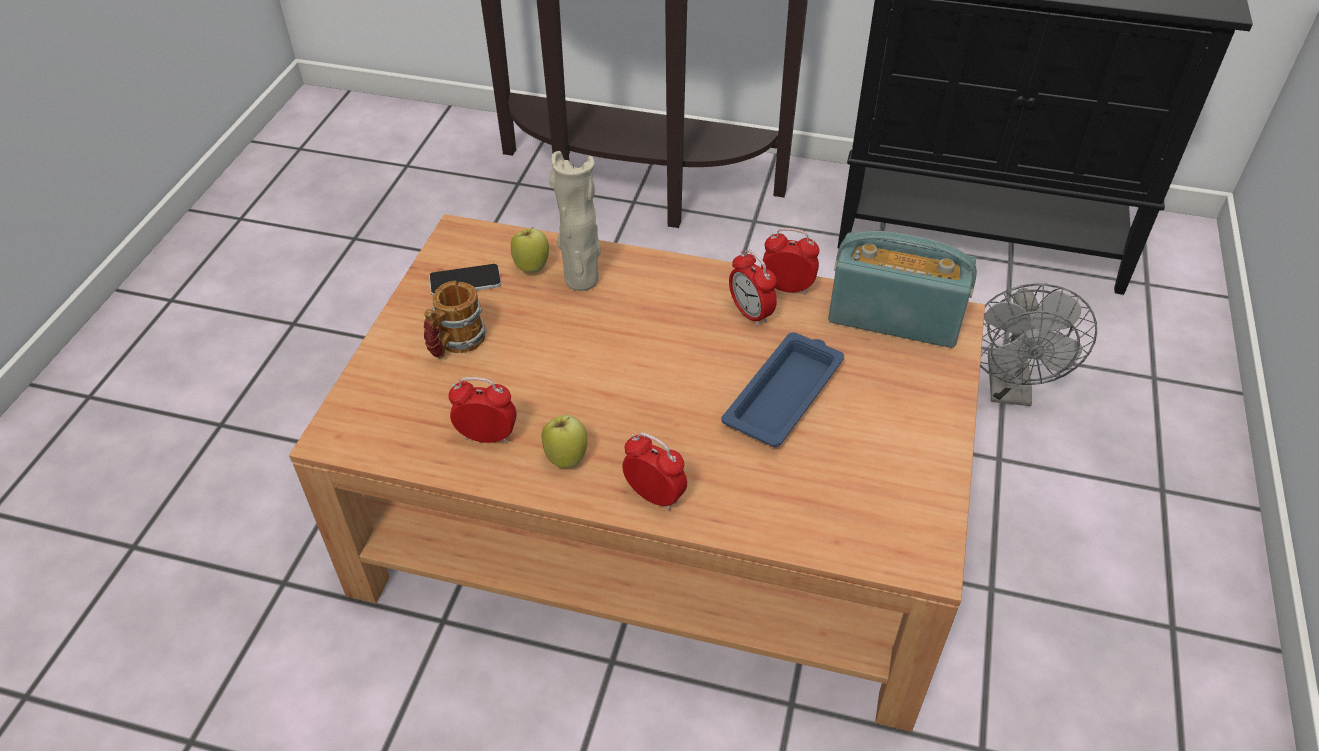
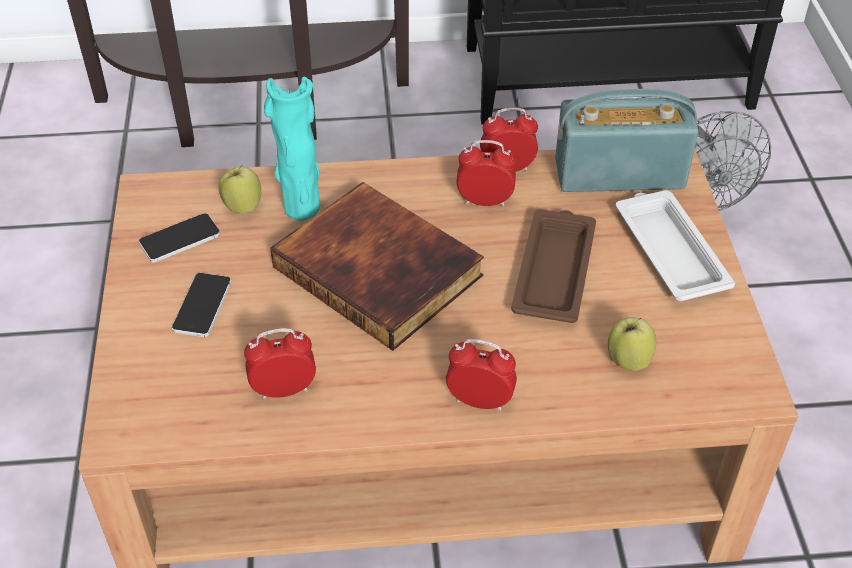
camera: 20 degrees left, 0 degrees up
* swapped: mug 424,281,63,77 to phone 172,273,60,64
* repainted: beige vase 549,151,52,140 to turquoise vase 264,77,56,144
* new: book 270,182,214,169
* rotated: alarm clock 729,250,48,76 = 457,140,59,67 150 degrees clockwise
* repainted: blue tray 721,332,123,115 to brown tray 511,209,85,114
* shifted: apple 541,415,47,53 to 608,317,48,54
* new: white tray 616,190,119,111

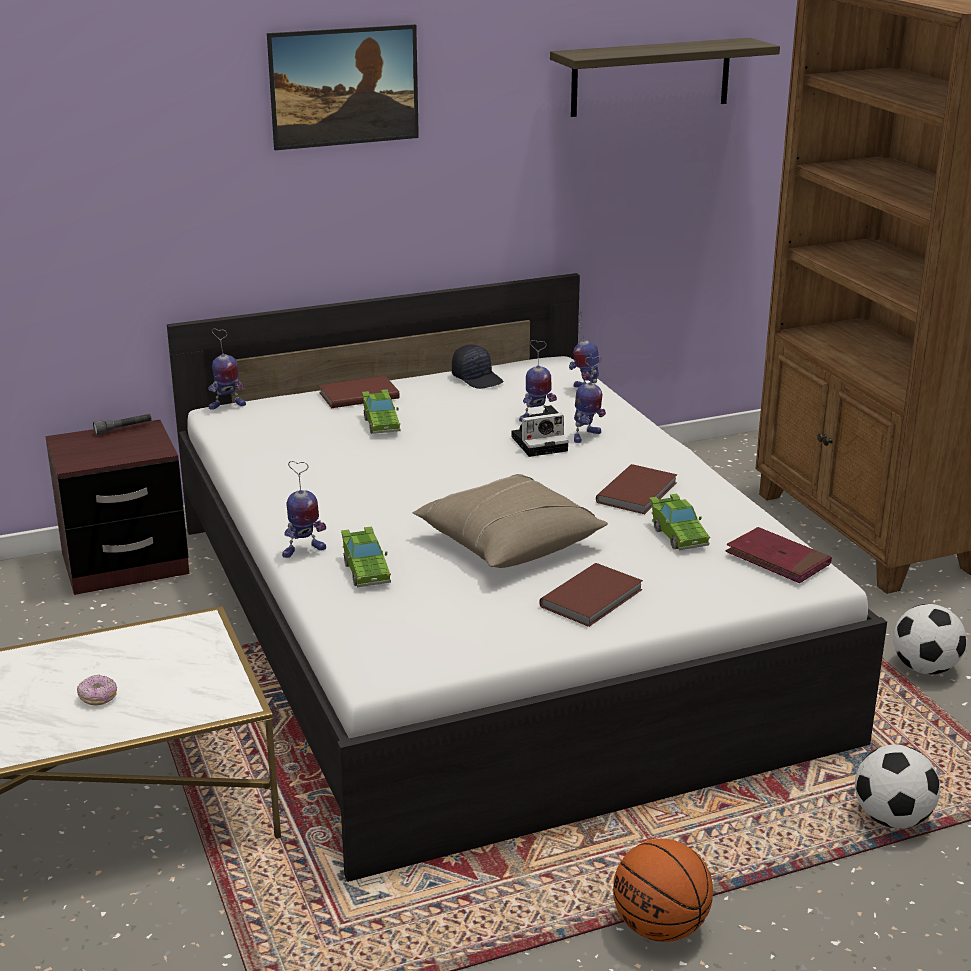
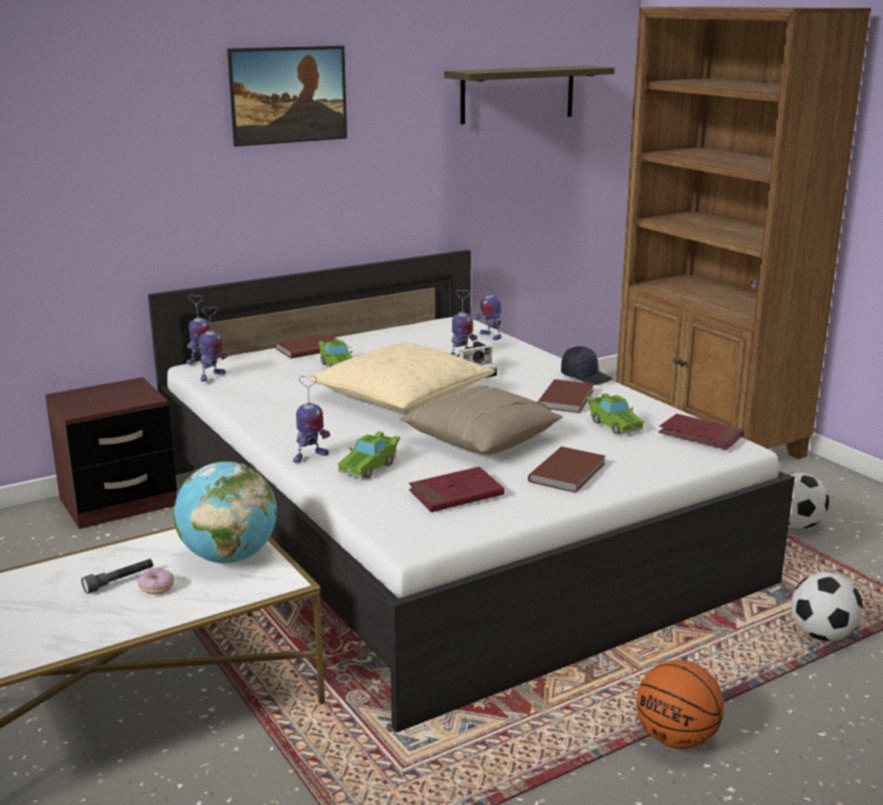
camera: 10 degrees left, 5 degrees down
* shifted: grey flashlight 93,414,59,21 to 82,559,71,35
* new: globe 173,461,104,102
* shifted: toy robot 574,356,32,87 to 199,307,28,75
* new: beige pillow 308,343,187,68
* rotated: green toy car 341,526,50,61 = 337,431,64,48 60 degrees clockwise
* new: red book 409,467,95,45
* shifted: black cap 452,345,52,44 to 561,346,52,39

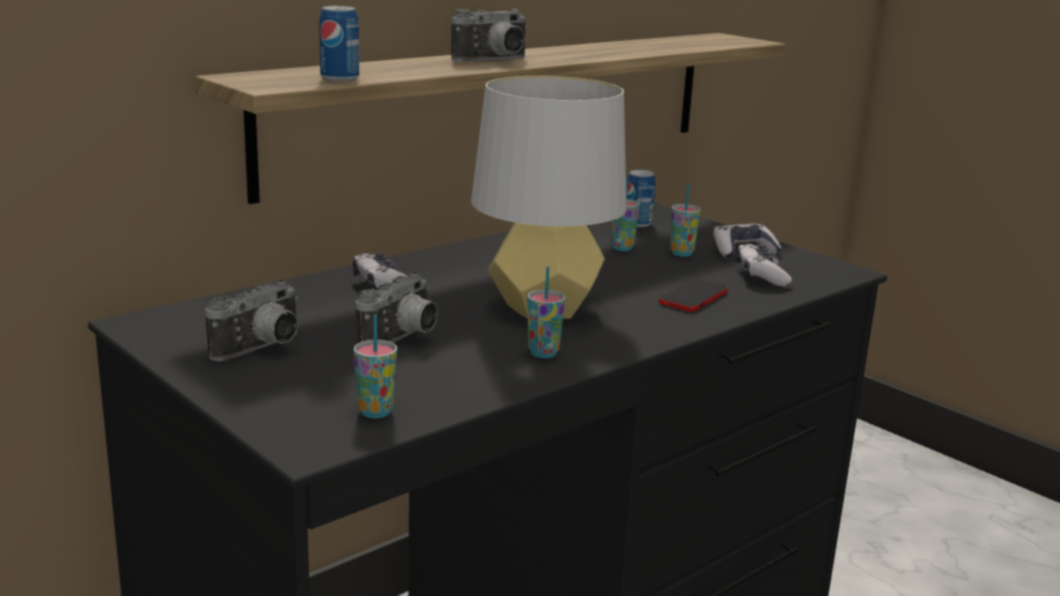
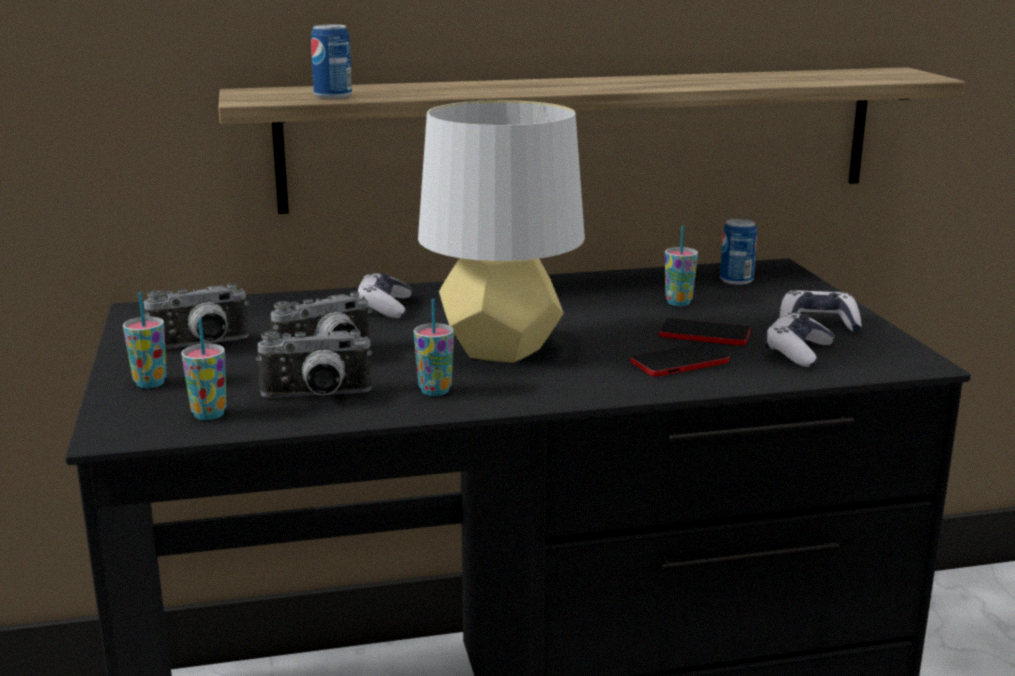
camera: 30 degrees right, 0 degrees up
* shifted: cup 670,185,31,72 to 123,292,43,96
* shifted: photo camera 451,9,77,53 to 256,330,116,68
* new: phone 659,318,91,27

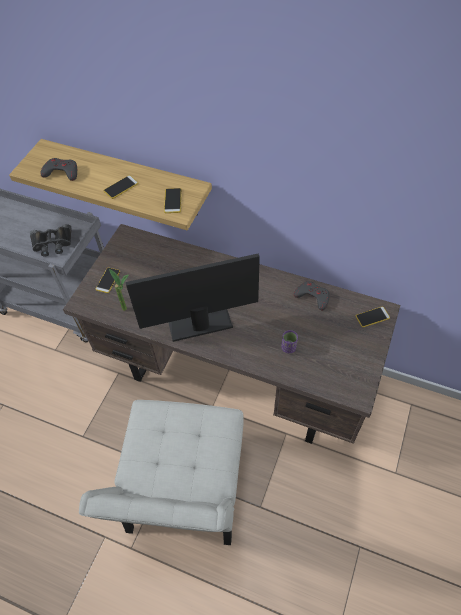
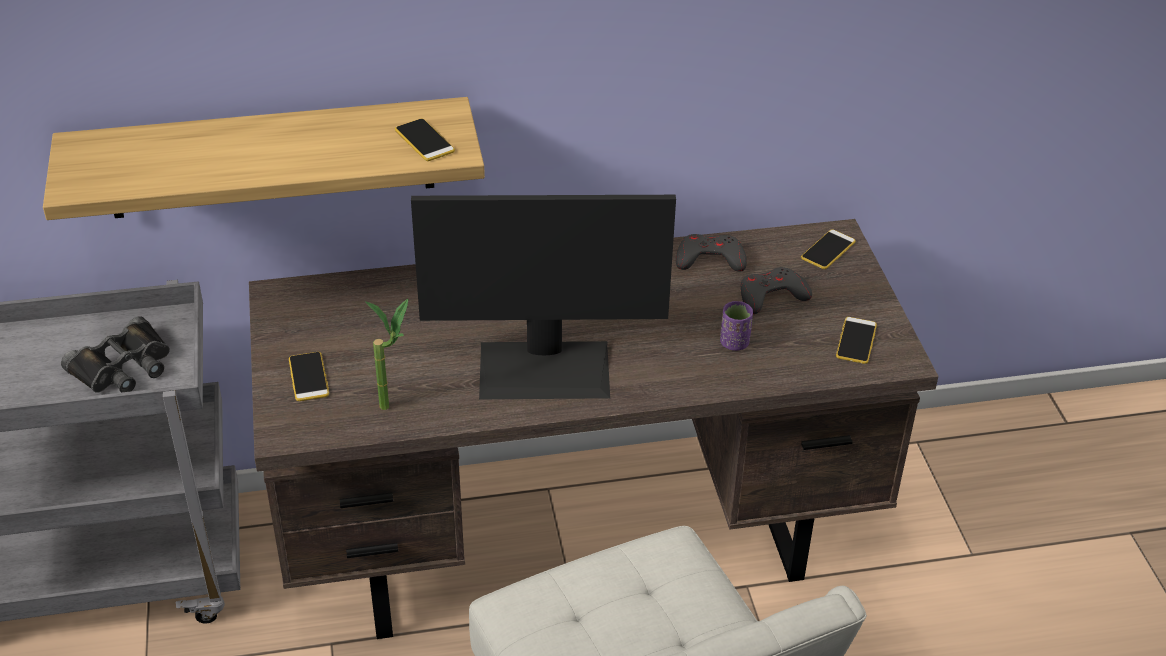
camera: 35 degrees left, 15 degrees down
* rotated: monitor 126,253,134,89 = 411,195,265,204 135 degrees counterclockwise
* shifted: grey game controller 40,158,37,23 to 740,267,72,47
* shifted: phone 104,175,34,24 to 836,317,41,47

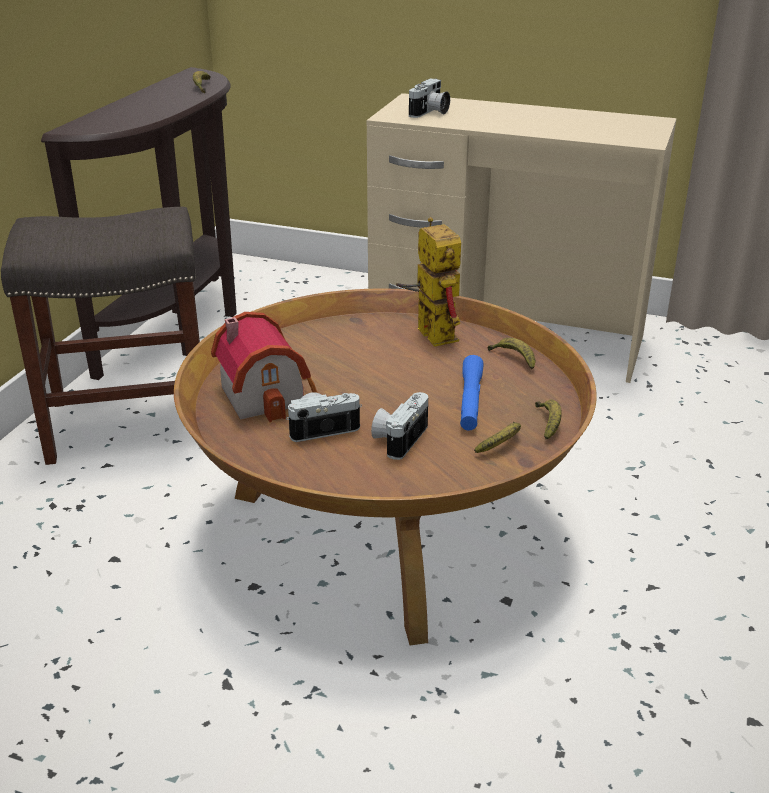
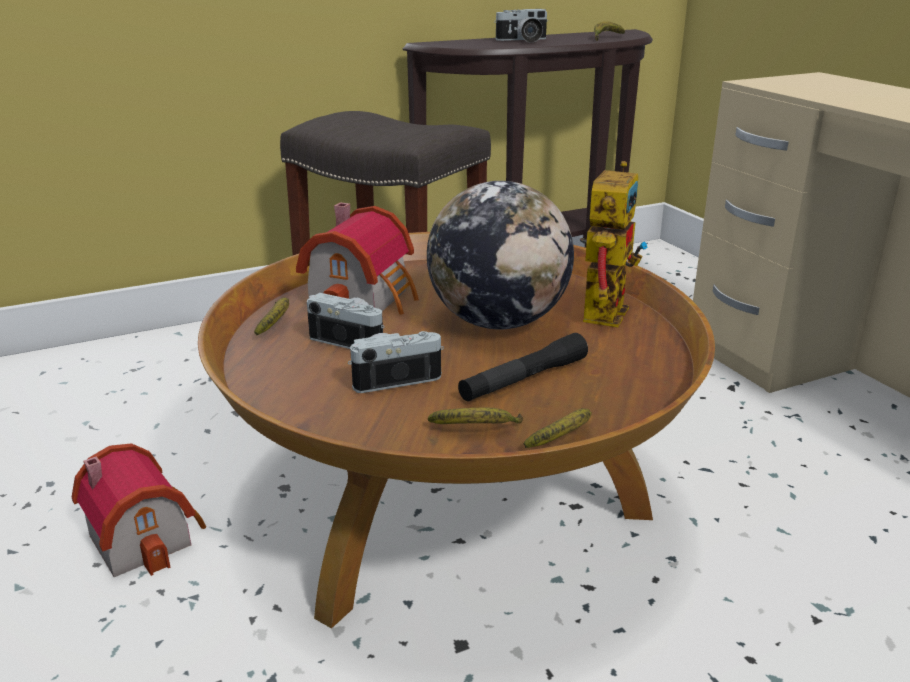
camera: 45 degrees right, 5 degrees down
* new: toy house 72,443,134,134
* shifted: banana 488,338,47,32 to 254,298,35,38
* new: globe 427,181,147,148
* repainted: blue flashlight 460,355,24,76 to black flashlight 458,333,130,68
* shifted: photo camera 409,78,41,40 to 494,9,54,34

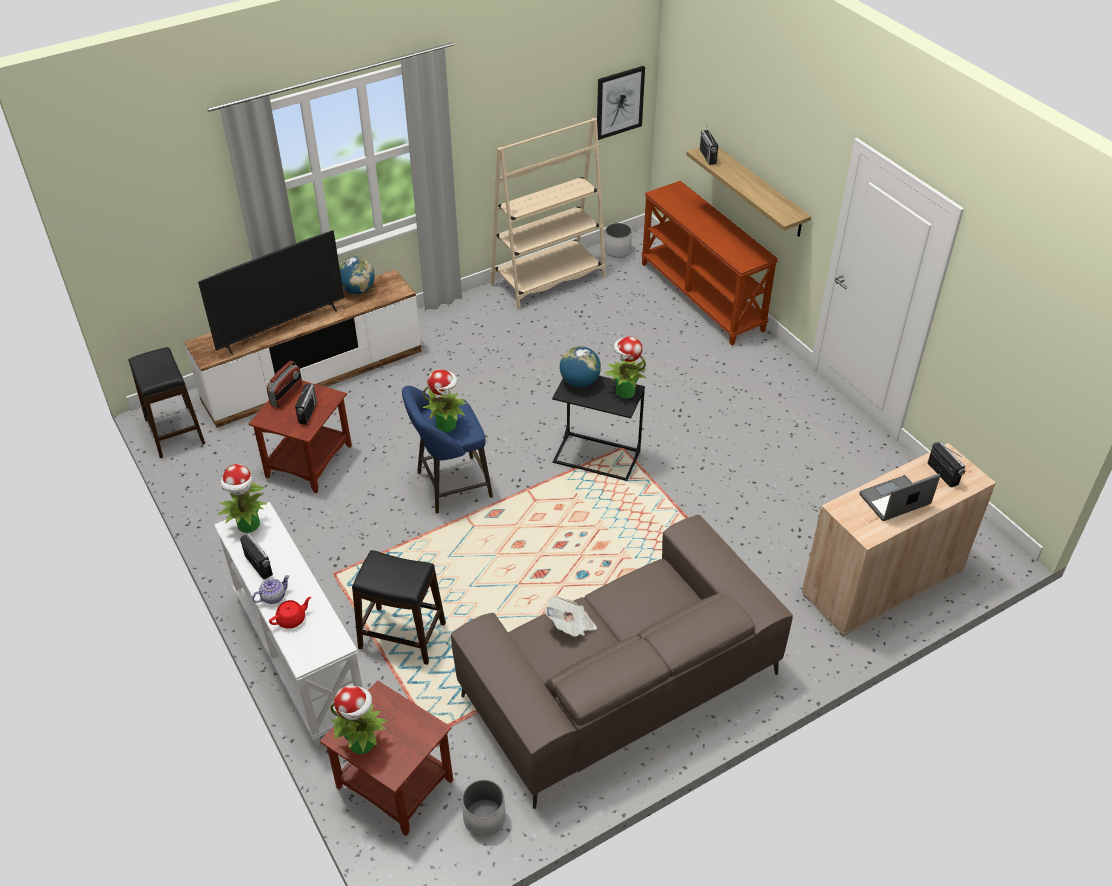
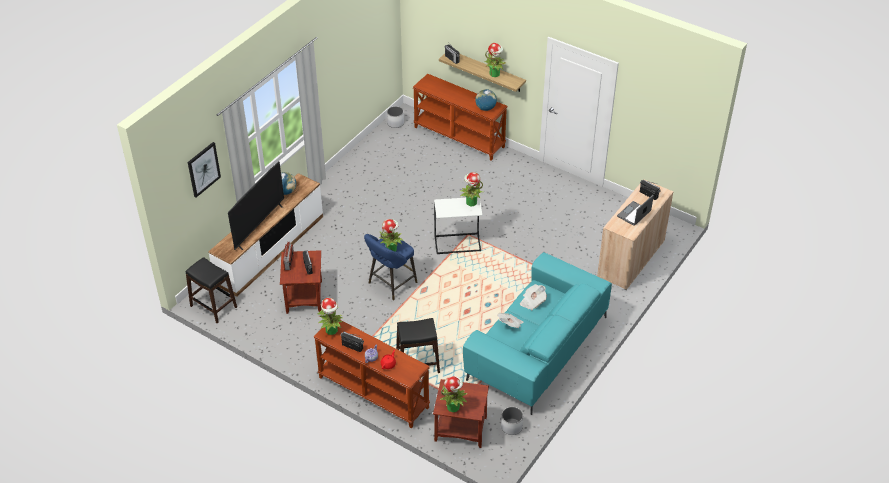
camera: 25 degrees left, 0 degrees up
* shifted: picture 597,66,48,74 to 188,142,33,56
* repainted: white console table 214,502,149,245 to brown console table 314,319,116,110
* repainted: black side table 552,376,93,105 to white side table 434,197,48,57
* repainted: brown sofa 451,515,342,294 to turquoise sofa 463,252,149,163
* shifted: globe 560,346,41,42 to 475,89,22,22
* new: potted plant 484,43,22,34
* new: newspaper 520,284,27,26
* gone: beige bookcase 491,118,115,191

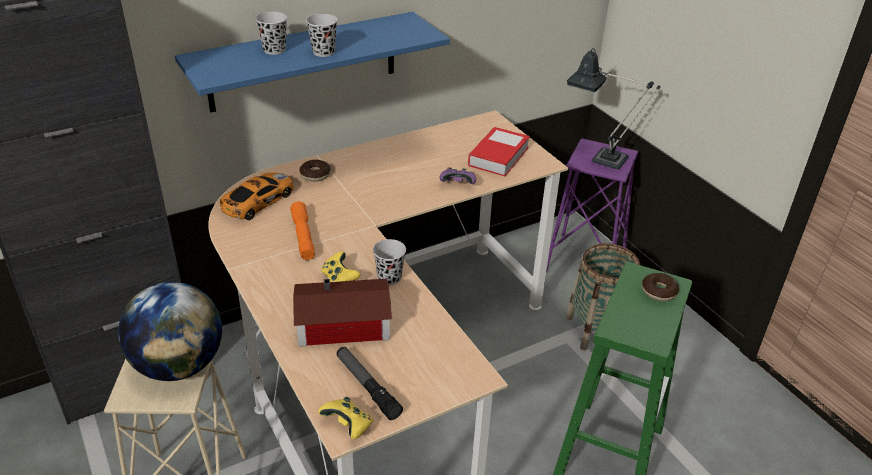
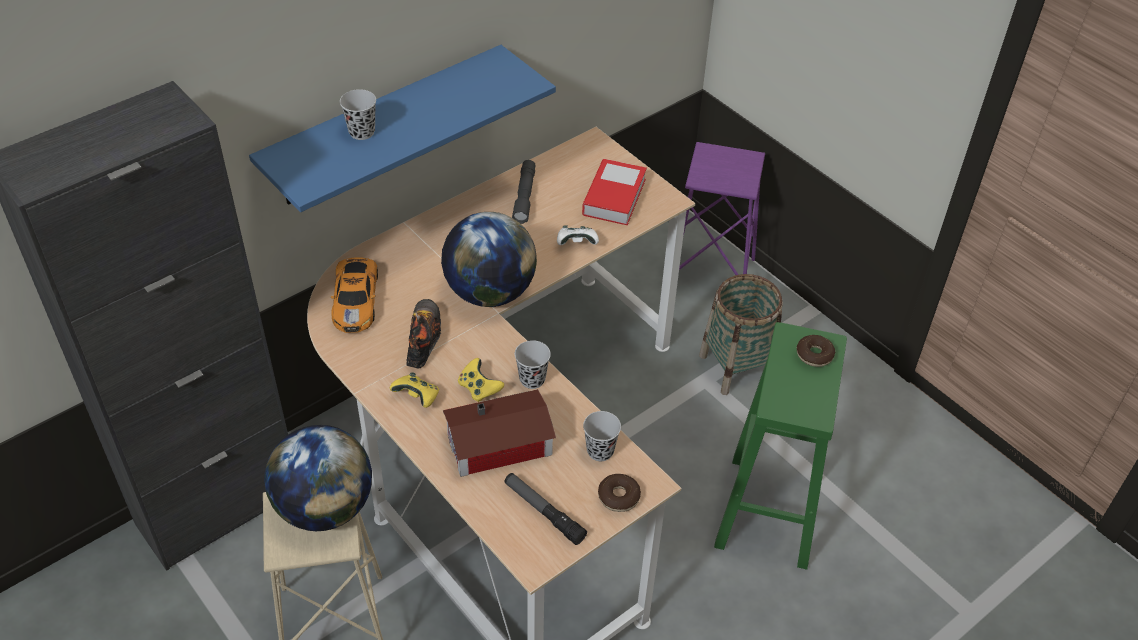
camera: 10 degrees left, 10 degrees up
* rotated: toy car 219,173,75,47 = 331,257,47,76 150 degrees clockwise
* shifted: yellow game controller 318,397,55,42 to 390,372,49,36
* swapped: orange flashlight 290,201,25,59 to shoe 407,299,34,69
* new: globe 441,212,96,95
* new: grey flashlight 512,160,24,64
* repainted: purple game controller 440,167,36,17 to white game controller 557,225,42,20
* shifted: black cup 306,14,32,43 to 583,411,38,50
* shifted: donut 299,160,31,21 to 598,474,43,38
* gone: table lamp 567,48,93,122

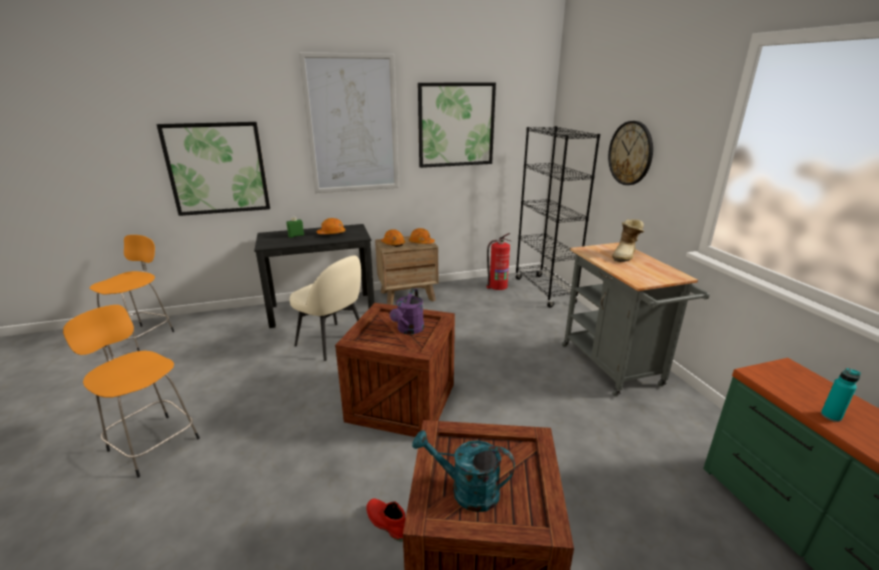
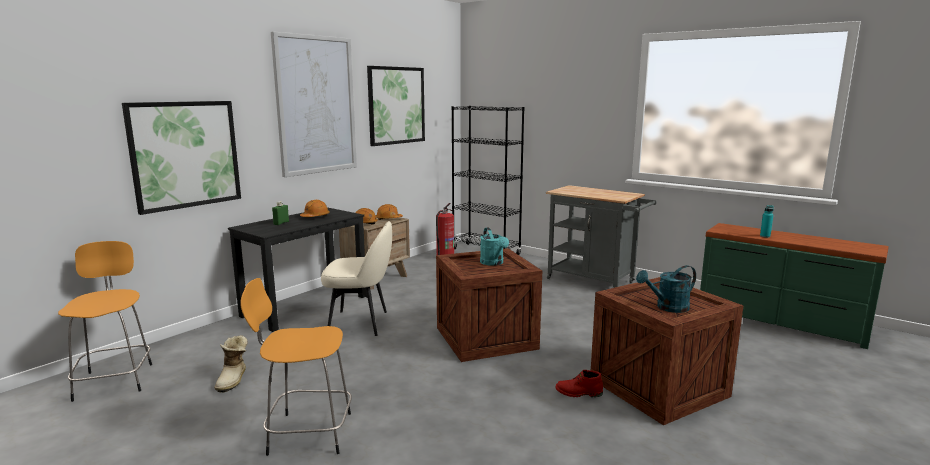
camera: 35 degrees left, 10 degrees down
* shifted: boot 612,219,32,43 to 214,335,34,57
* repainted: purple watering can 390,288,34,46 to turquoise watering can 480,227,29,39
* gone: wall clock 608,121,45,64

